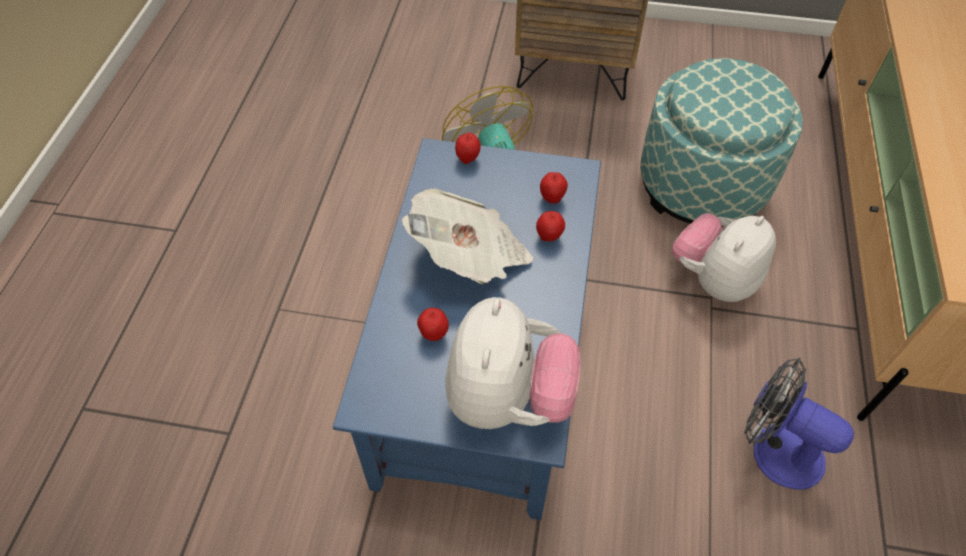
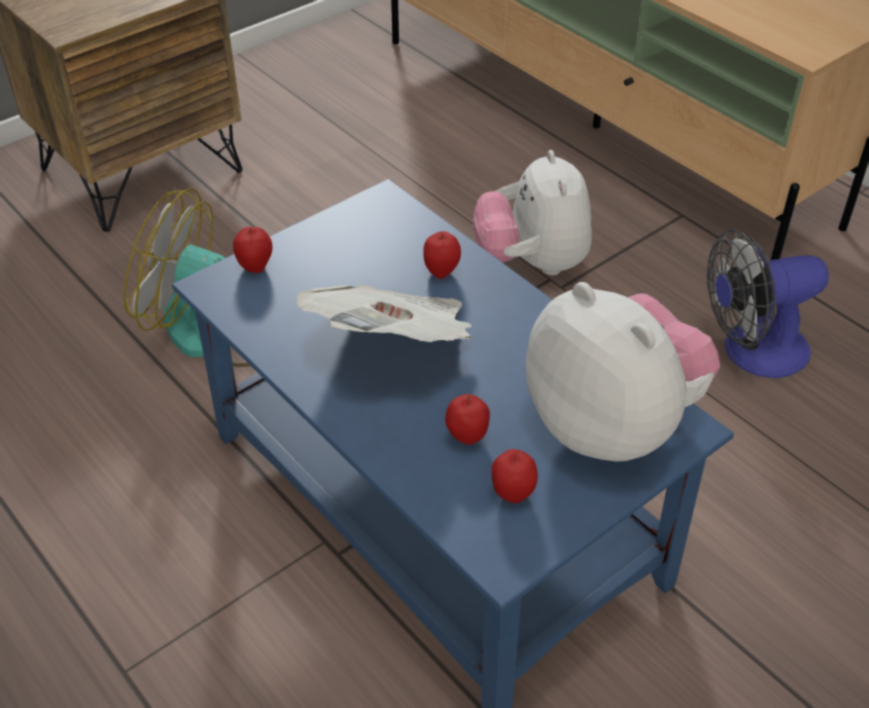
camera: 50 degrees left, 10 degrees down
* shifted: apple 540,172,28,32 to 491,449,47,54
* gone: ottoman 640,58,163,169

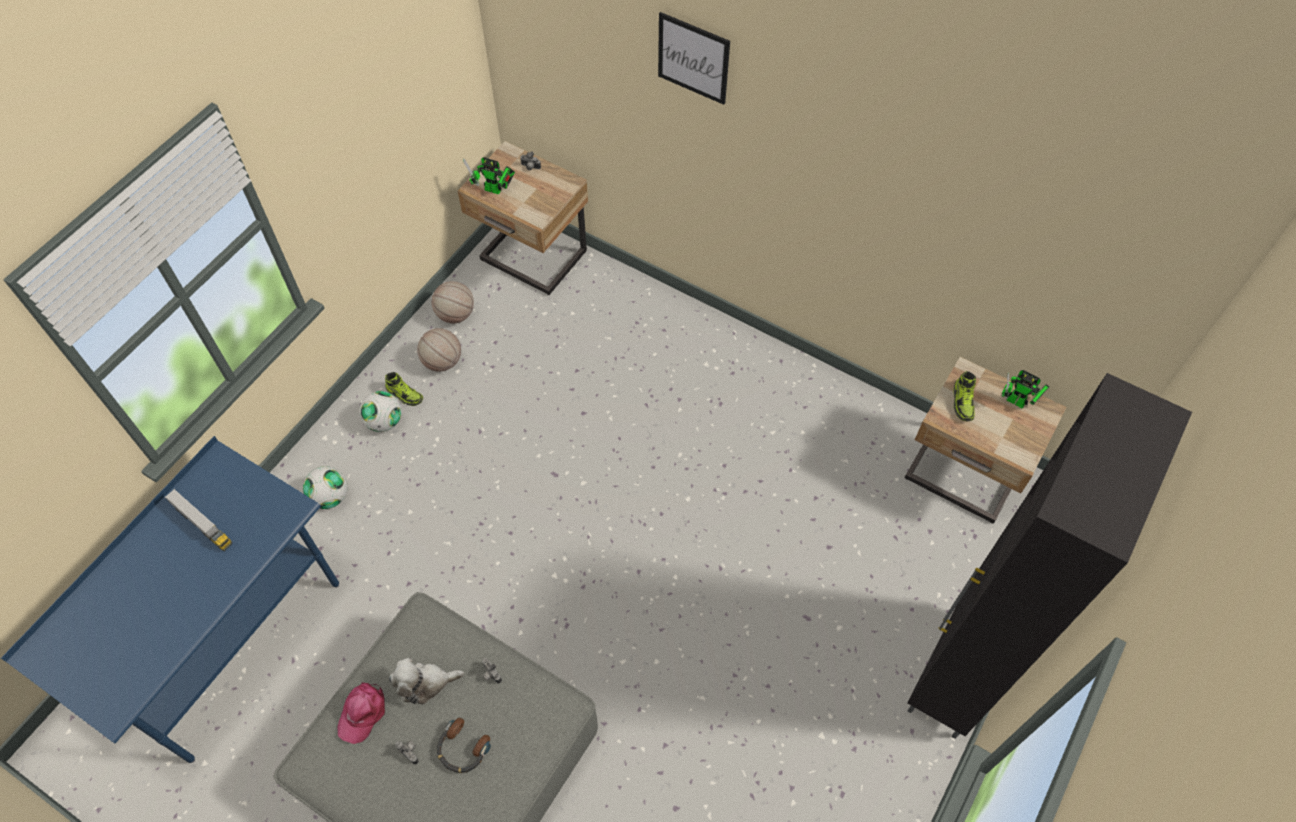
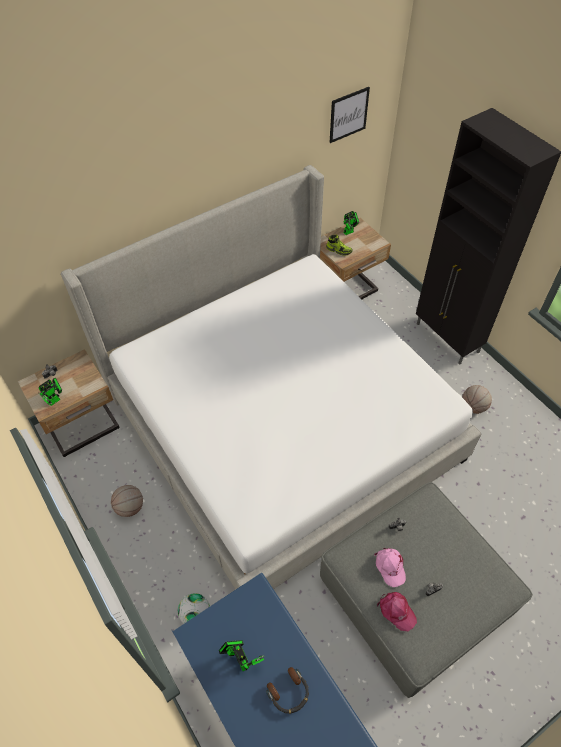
camera: 65 degrees left, 5 degrees down
* new: bed 61,165,420,424
* swapped: toy truck 165,489,67,62 to toy robot 219,640,45,31
* shifted: headphones 437,718,54,55 to 266,667,43,47
* shifted: picture 658,12,72,93 to 329,87,41,56
* swapped: plush toy 389,658,75,46 to pink cap 374,548,32,39
* shifted: basketball 431,281,43,43 to 462,385,30,29
* gone: football 359,391,43,41
* gone: shoe 385,372,38,34

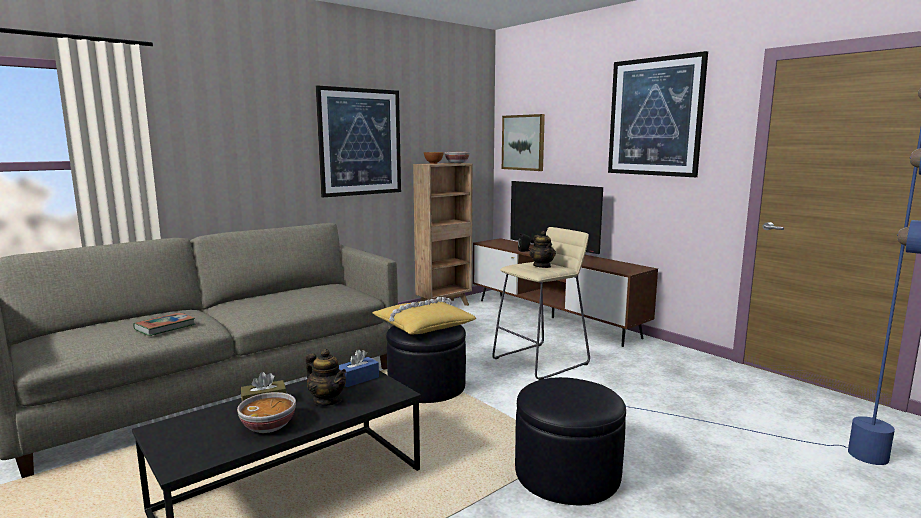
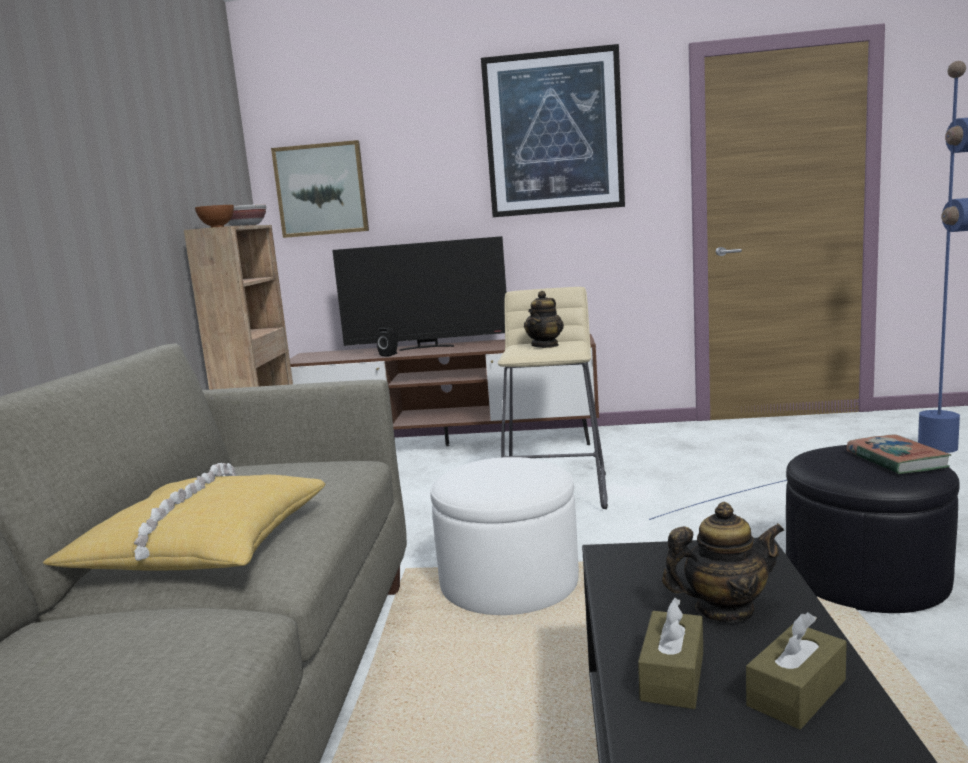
camera: 45 degrees left, 0 degrees up
* shifted: yellow pillow 372,297,104,38 to 43,463,283,108
* repainted: black ottoman 386,325,80,78 to white ottoman 430,457,149,158
* rotated: teapot 530,231,26,37 = 524,291,40,57 90 degrees clockwise
* swapped: bowl 237,392,59,41 to brown tissue box 746,612,101,118
* shifted: book 133,312,62,24 to 846,434,105,40
* gone: picture 316,85,85,112
* gone: blue tissue box 339,349,40,38

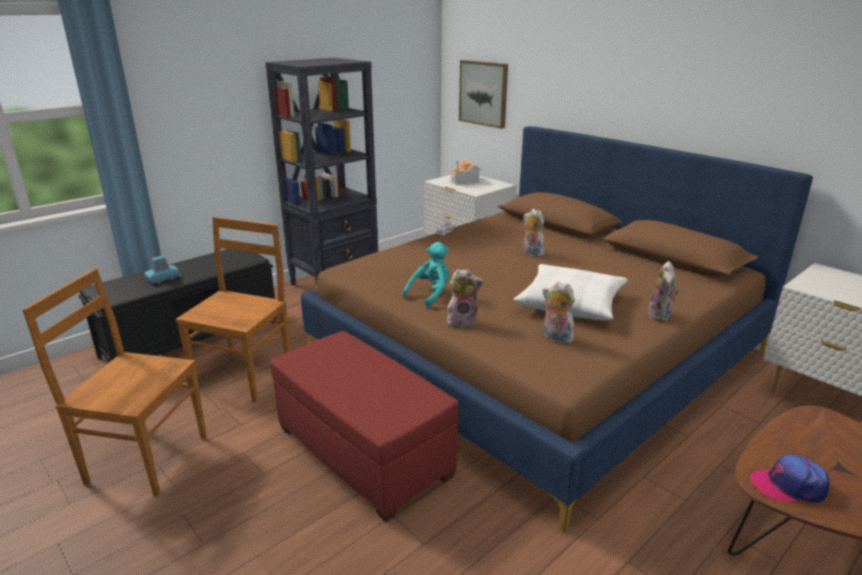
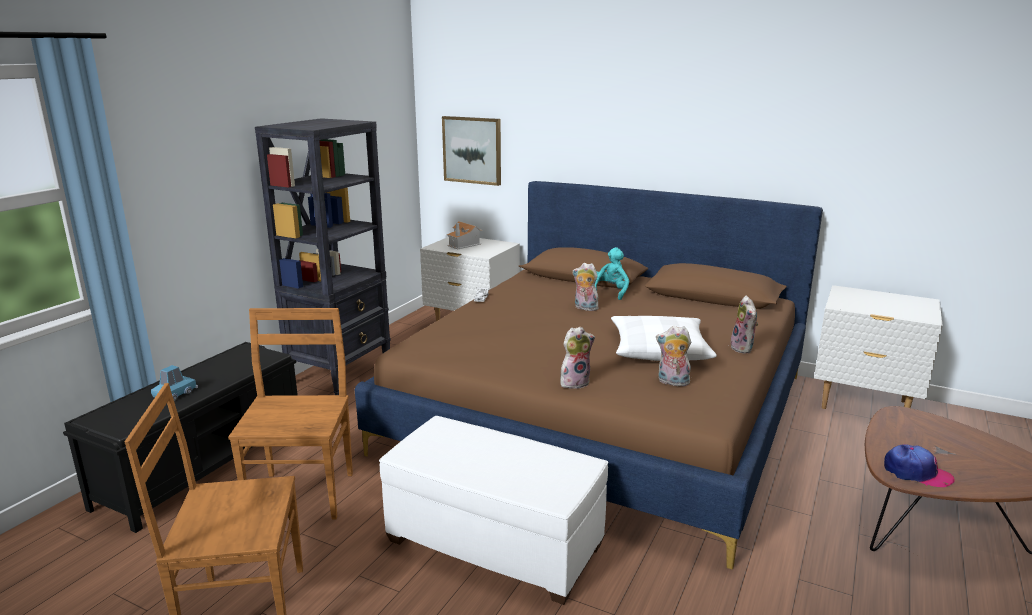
camera: 20 degrees left, 5 degrees down
* repainted: red ottoman 269,331,190,191 to white ottoman 379,416,229,189
* shifted: turquoise plush toy 402,242,48,65 to 595,247,34,53
* rotated: cap 750,454,80,49 = 884,444,71,43 135 degrees counterclockwise

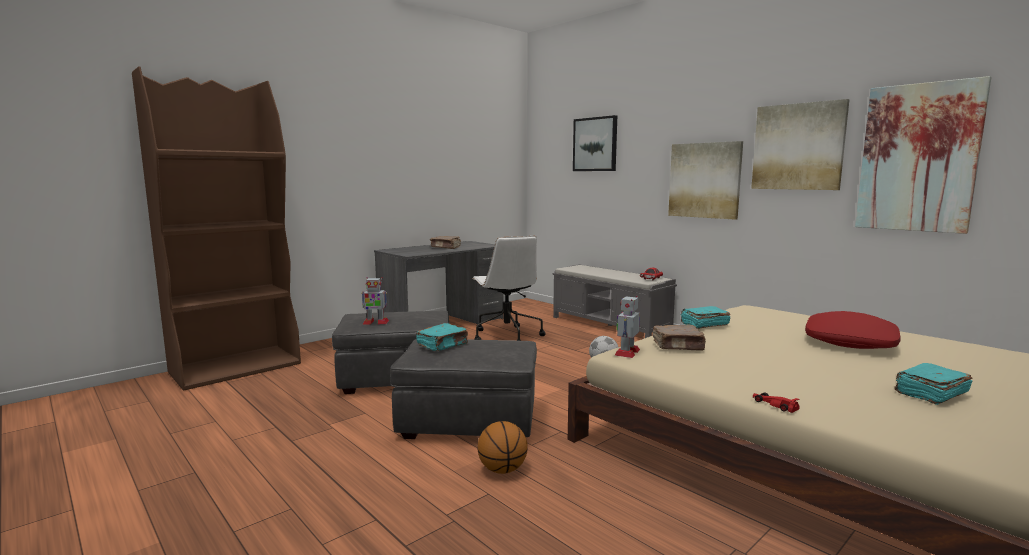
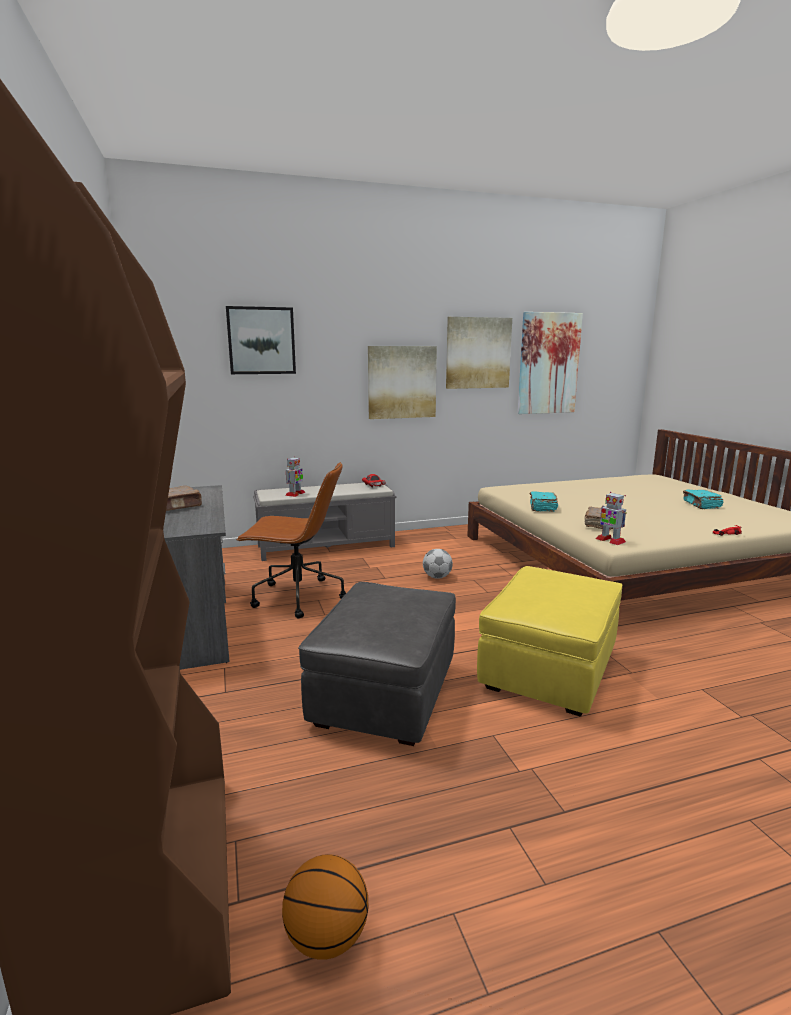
camera: 65 degrees left, 5 degrees up
* repainted: white office chair 472,236,74,105 to brown office chair 236,462,110,156
* shifted: basketball 478,421,50,53 to 282,854,86,106
* shifted: toy robot 361,277,28,47 to 285,456,20,41
* repainted: grey ottoman 390,339,147,100 to yellow ottoman 477,566,145,151
* gone: turquoise book 416,323,52,28
* gone: red pillow 805,311,96,38

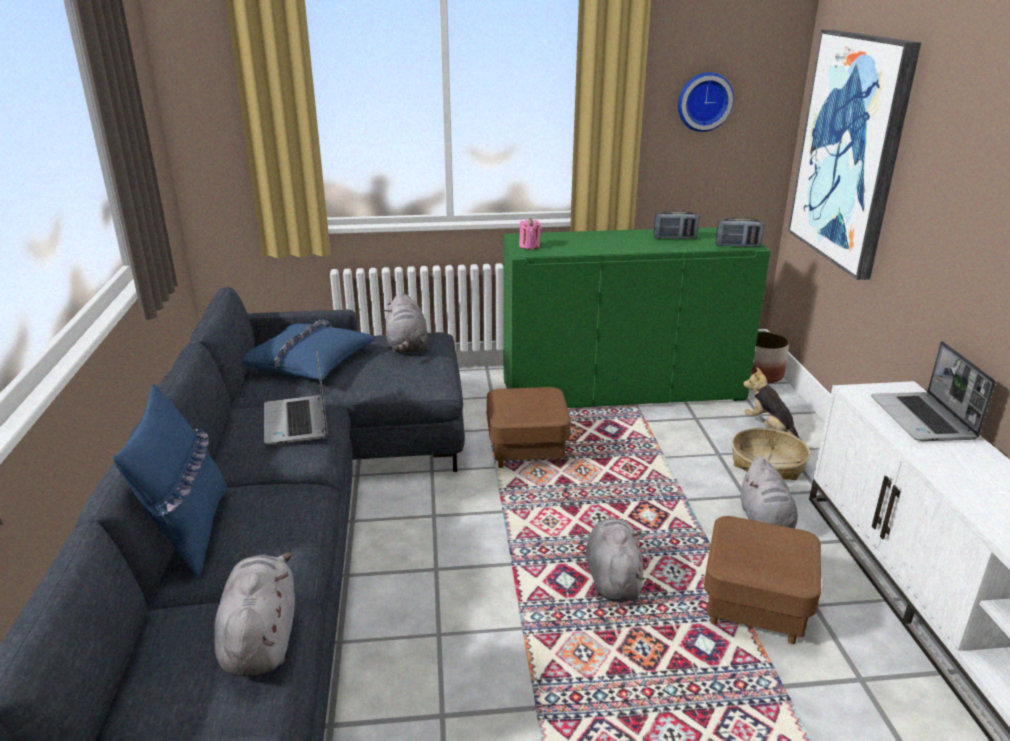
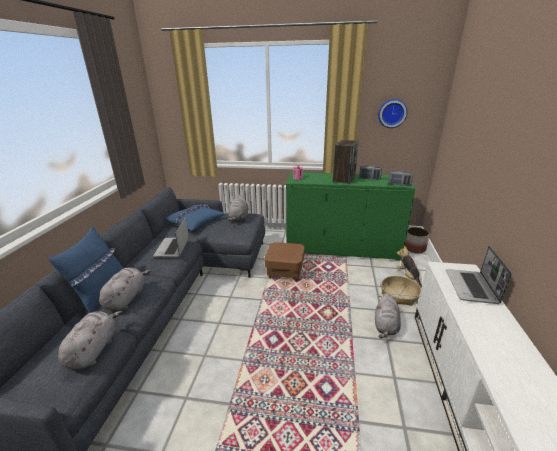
camera: 15 degrees right, 0 degrees up
* shifted: grey plush toy 586,518,59,84 to 99,268,52,43
* new: speaker 333,140,26,44
* gone: brown ottoman 704,516,117,128
* gone: picture 788,30,133,250

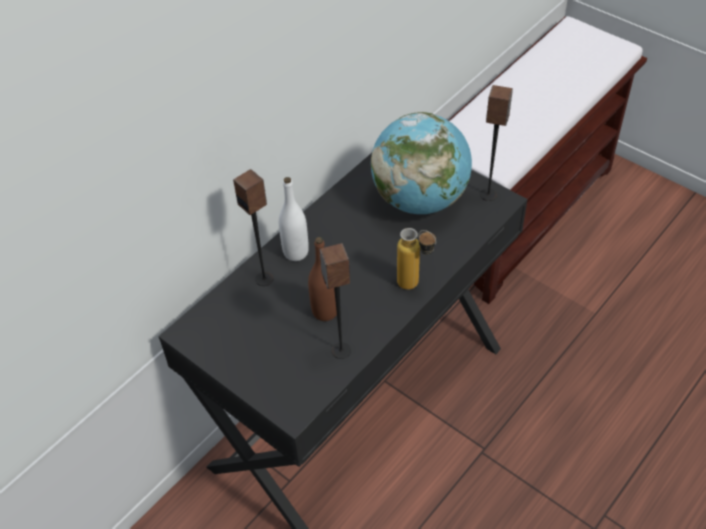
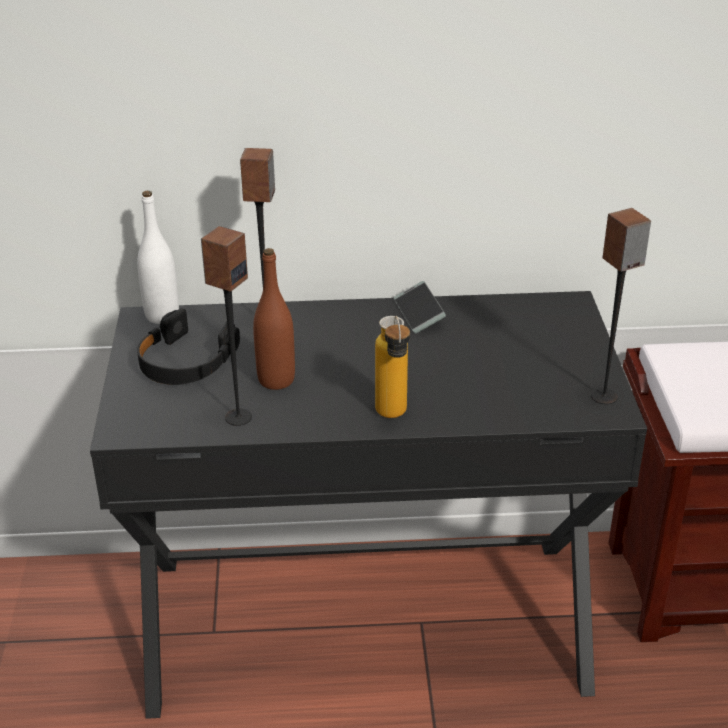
camera: 45 degrees right, 15 degrees down
* shifted: white bottle 279,177,30,84 to 137,191,42,133
* new: black headphones 137,308,103,77
* new: phone 394,281,52,53
* gone: globe 371,112,101,102

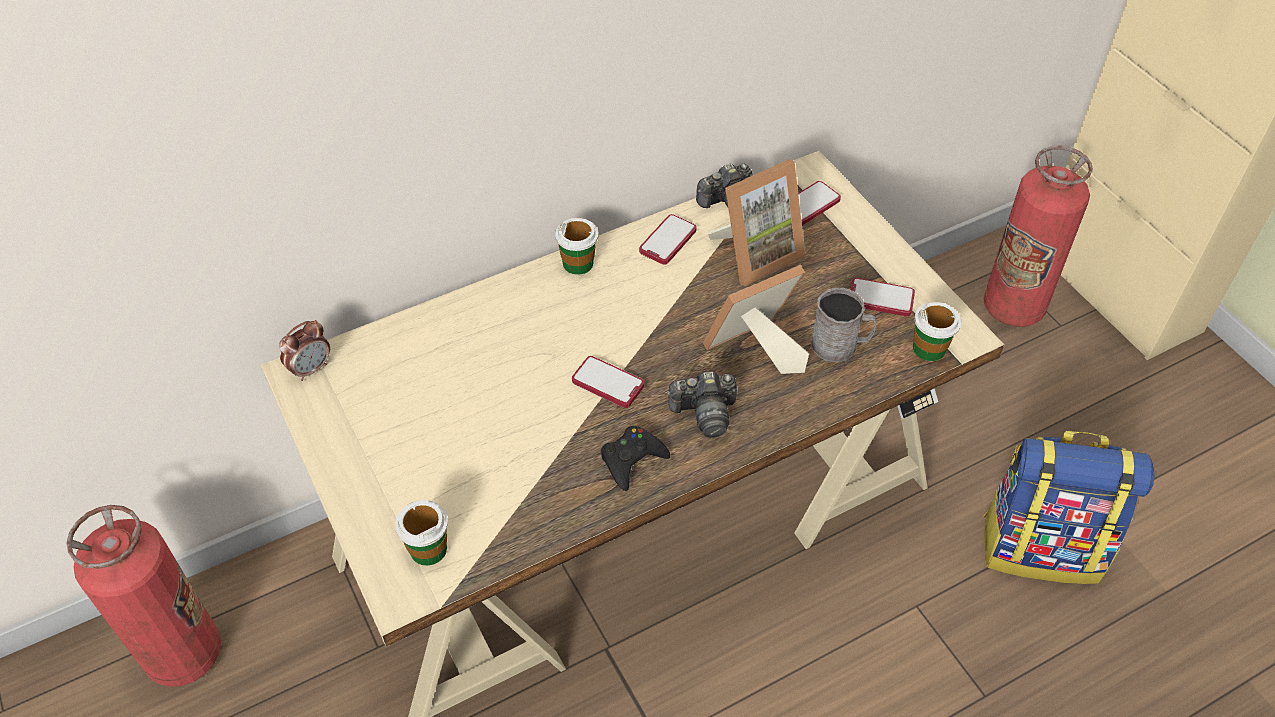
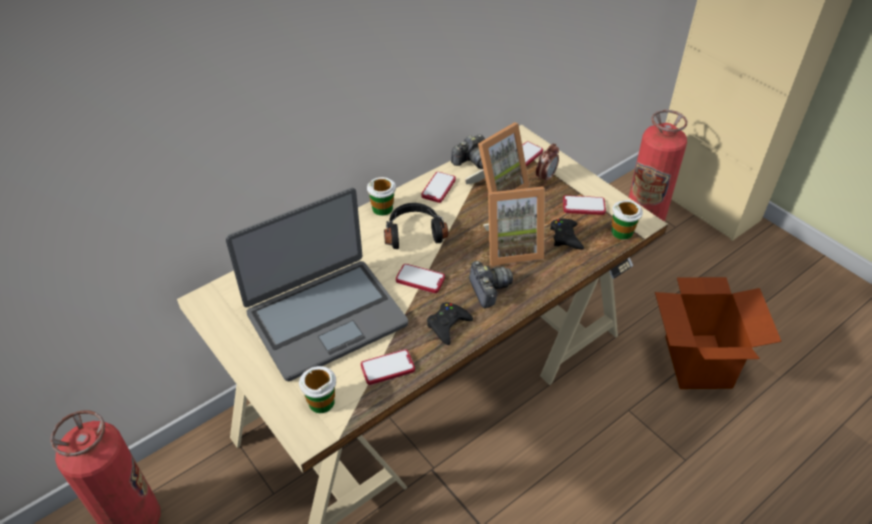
camera: 10 degrees left, 5 degrees down
* new: laptop 226,188,182,193
* new: phone 361,349,54,36
* new: black headphones 384,203,65,46
* rotated: photo camera 667,371,70,67 = 469,261,44,47 90 degrees counterclockwise
* rotated: picture frame 703,265,106,109 = 484,186,61,80 150 degrees counterclockwise
* shifted: alarm clock 279,320,51,61 to 536,143,23,41
* swapped: grey mug 811,288,65,75 to black game controller 550,219,34,31
* swapped: backpack 984,431,171,153 to cardboard box 655,277,127,112

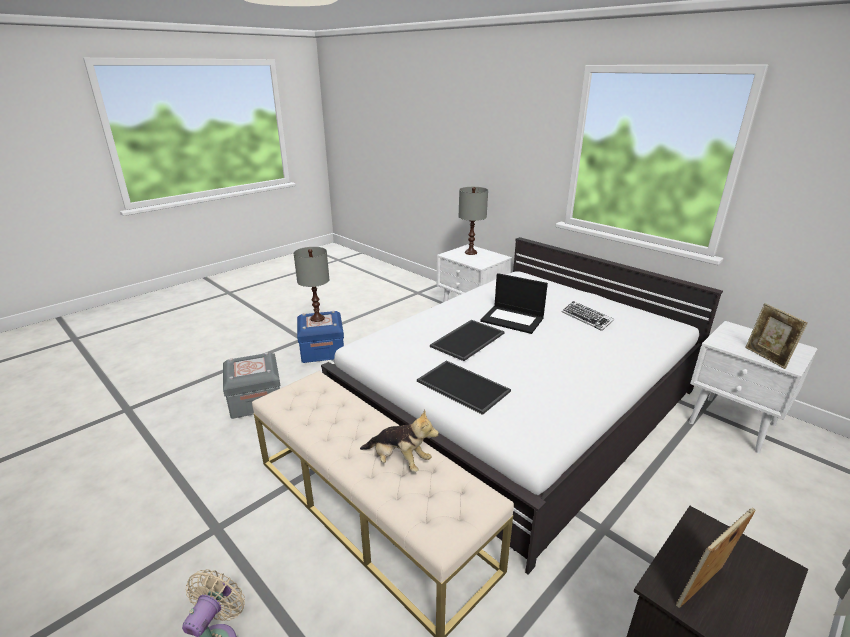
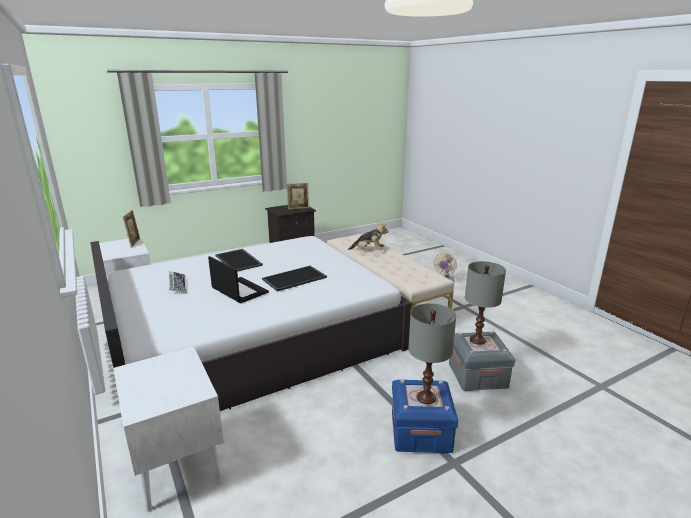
camera: 165 degrees left, 5 degrees down
* shifted: tray 417,360,94,55 to 215,249,48,23
* rotated: plush toy 360,409,79,63 = 348,221,41,29 150 degrees clockwise
* shifted: grey table lamp 458,187,30,68 to 465,261,41,84

